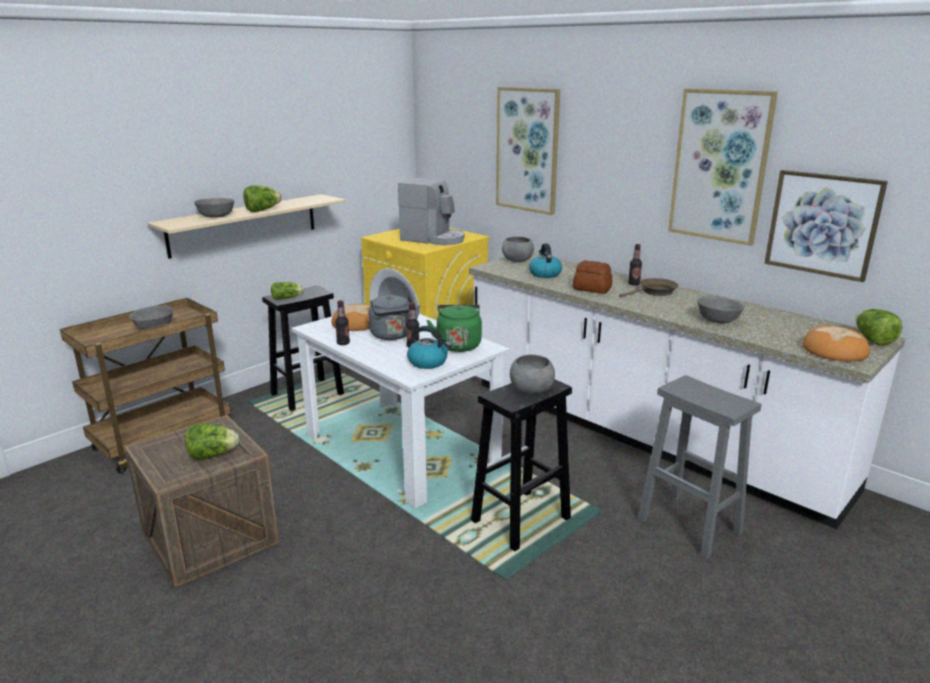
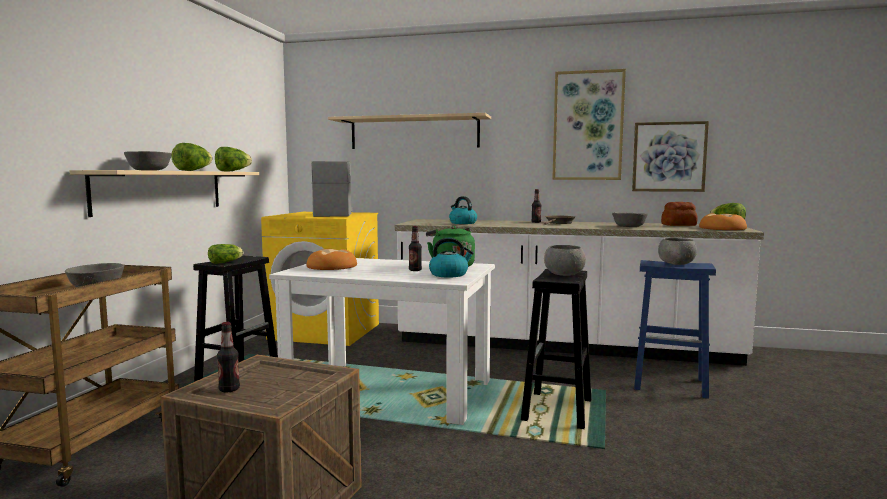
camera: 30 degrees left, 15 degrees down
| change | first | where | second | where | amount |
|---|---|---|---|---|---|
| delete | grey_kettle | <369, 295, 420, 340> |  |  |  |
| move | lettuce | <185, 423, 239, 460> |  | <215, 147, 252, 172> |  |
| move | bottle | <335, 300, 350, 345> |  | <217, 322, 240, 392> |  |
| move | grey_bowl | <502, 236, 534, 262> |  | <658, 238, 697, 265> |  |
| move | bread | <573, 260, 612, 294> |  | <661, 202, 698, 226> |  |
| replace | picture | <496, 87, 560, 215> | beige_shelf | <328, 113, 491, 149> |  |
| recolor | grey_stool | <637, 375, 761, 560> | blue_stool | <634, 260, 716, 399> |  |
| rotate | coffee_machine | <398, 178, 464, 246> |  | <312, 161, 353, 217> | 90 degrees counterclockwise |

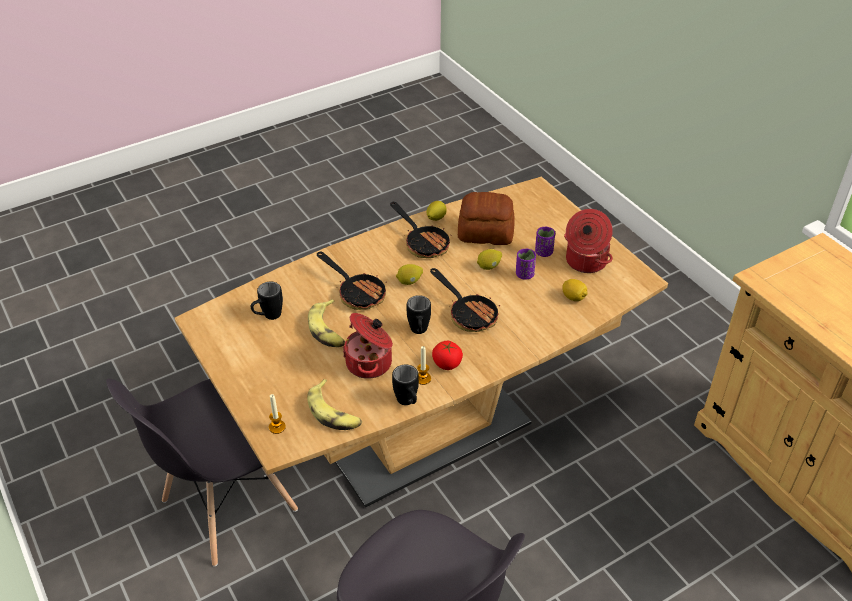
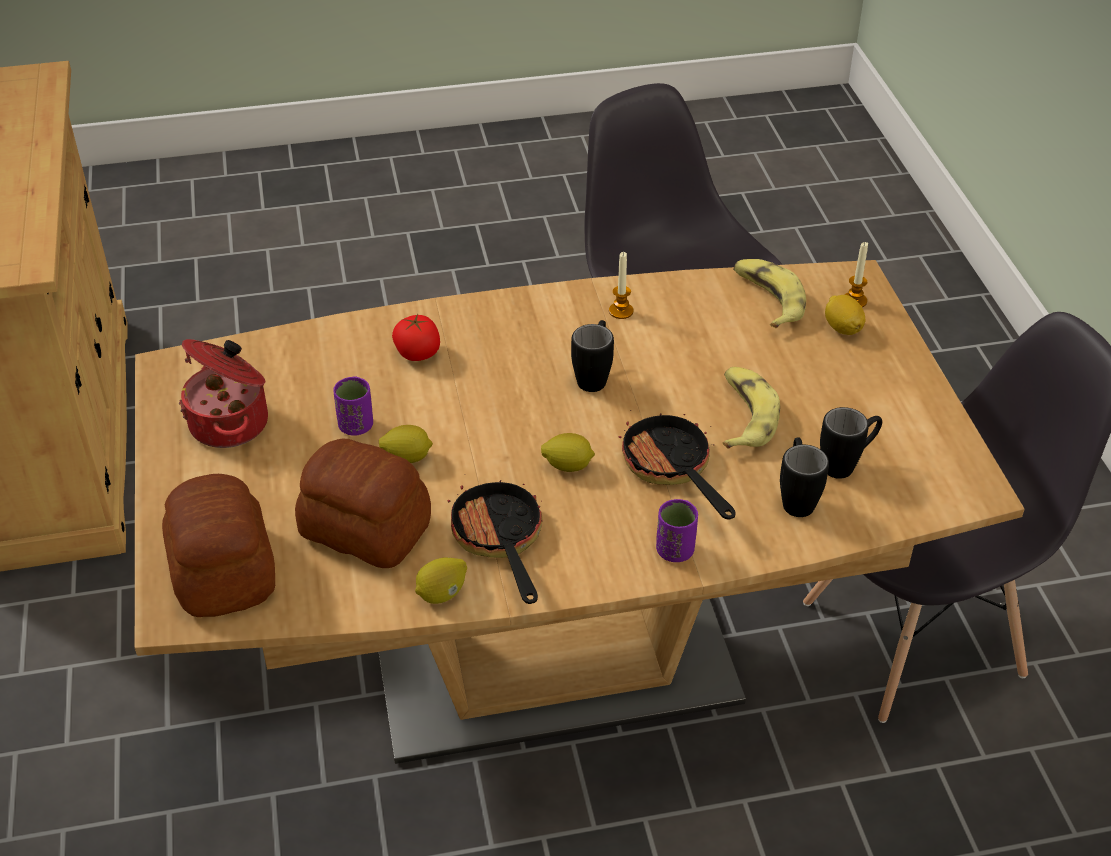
camera: 160 degrees left, 0 degrees up
| change | first | where | second | where | amount |
|---|---|---|---|---|---|
| delete | cooking_pot | <343, 313, 393, 379> |  |  |  |
| delete | frying_pan | <430, 268, 500, 332> |  |  |  |
| insert |  |  | bread | <162, 474, 275, 617> |  |
| move | black_mug | <392, 364, 419, 405> |  | <780, 437, 829, 517> |  |
| move | tomato | <432, 341, 463, 370> |  | <392, 314, 440, 361> |  |
| move | purple_cup | <535, 227, 555, 257> |  | <656, 499, 698, 562> |  |
| move | lemon | <562, 279, 588, 301> |  | <825, 295, 866, 335> |  |

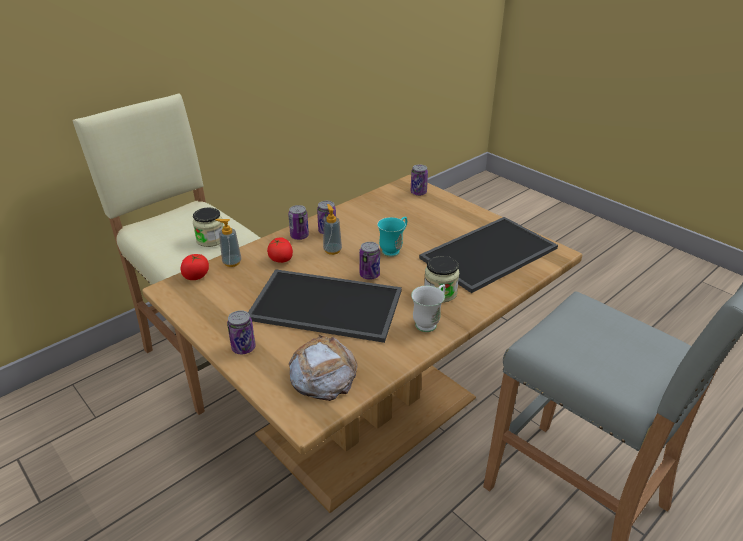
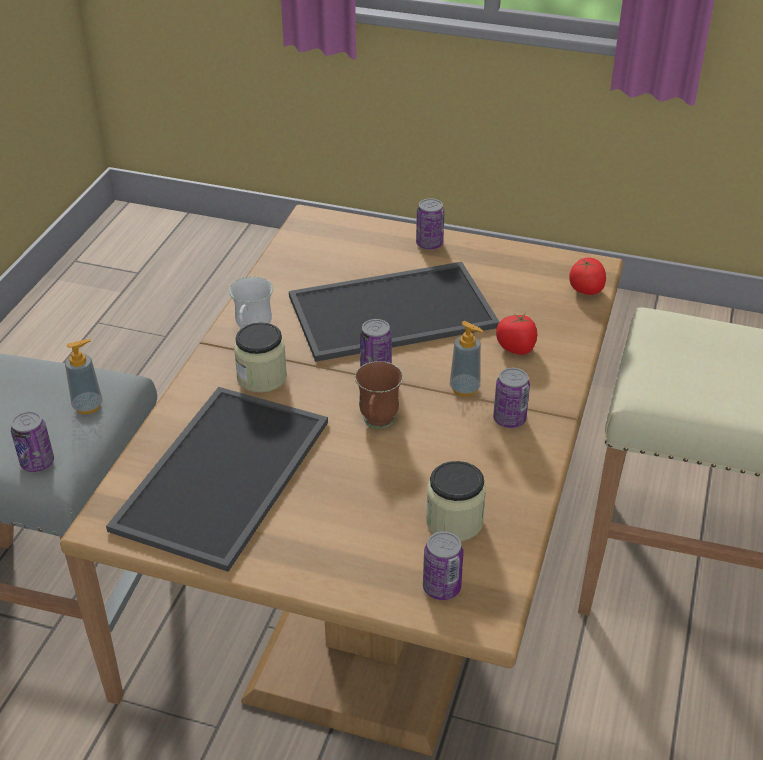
camera: 150 degrees right, 5 degrees up
| change | first | where | second | where | amount |
|---|---|---|---|---|---|
| delete | bread | <289, 334, 358, 401> |  |  |  |
| move | jar | <193, 208, 223, 247> |  | <426, 461, 486, 541> |  |
| move | soap_dispenser | <215, 219, 241, 267> |  | <65, 339, 102, 414> |  |
| move | can | <288, 205, 309, 240> |  | <11, 411, 54, 472> |  |
| recolor | turquoise_mug | <377, 217, 407, 257> | brown_mug | <355, 361, 403, 428> |  |

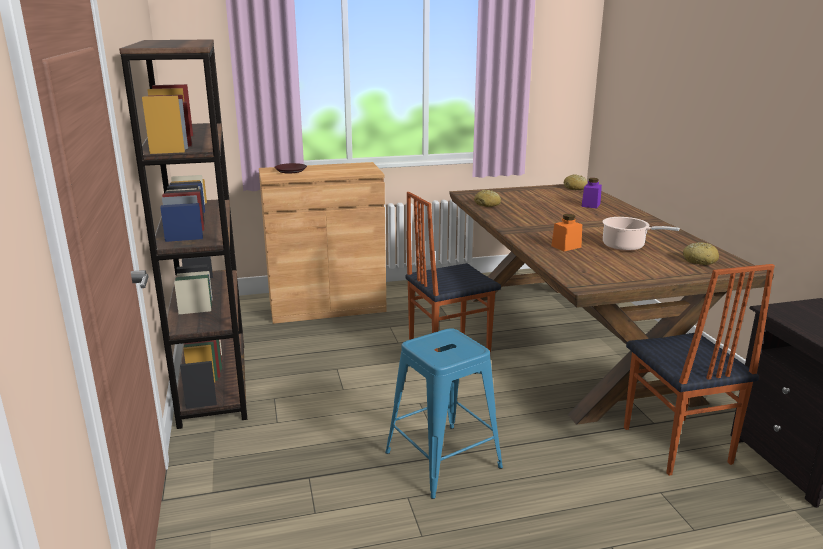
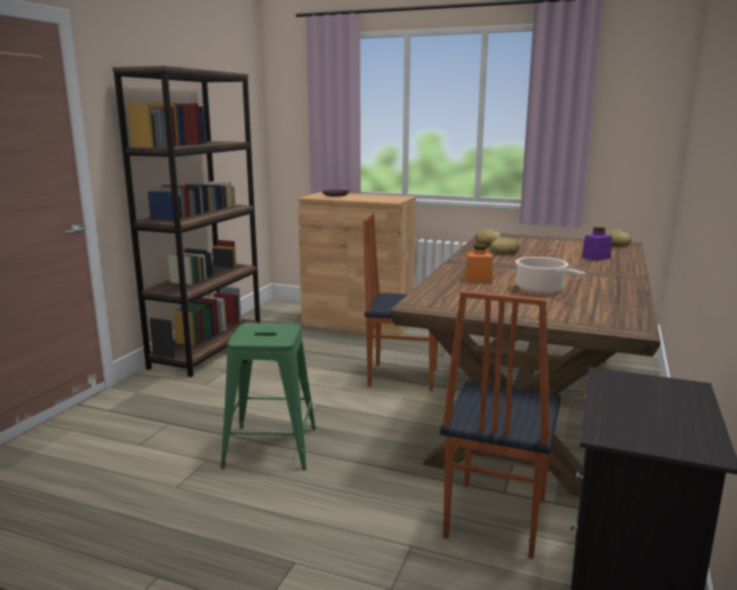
camera: 35 degrees right, 5 degrees down
| change | first | where | second | where | amount |
|---|---|---|---|---|---|
| move | bread | <683, 242, 719, 265> |  | <490, 237, 520, 255> |  |
| recolor | blue_stool | <385, 328, 503, 499> | green_stool | <220, 323, 316, 470> |  |

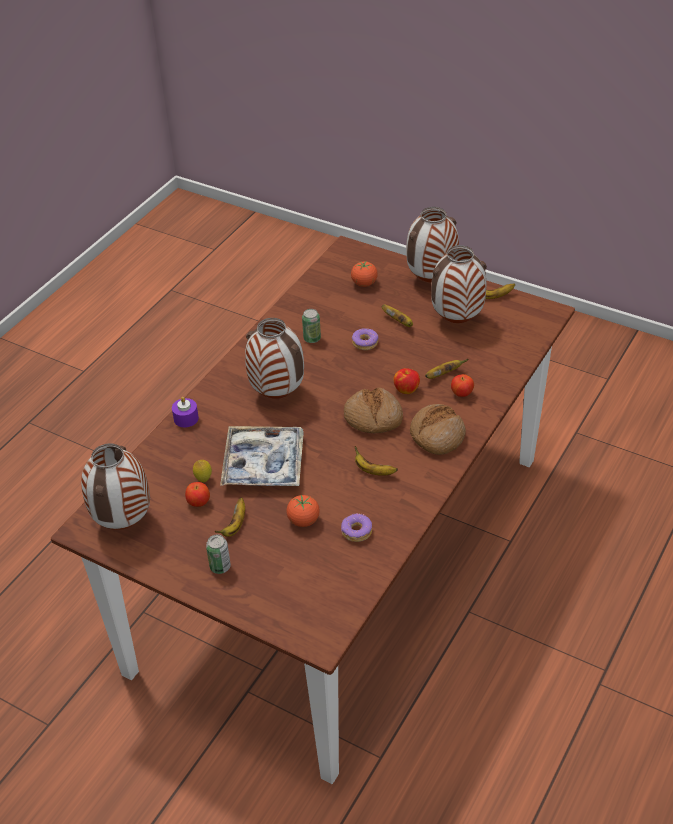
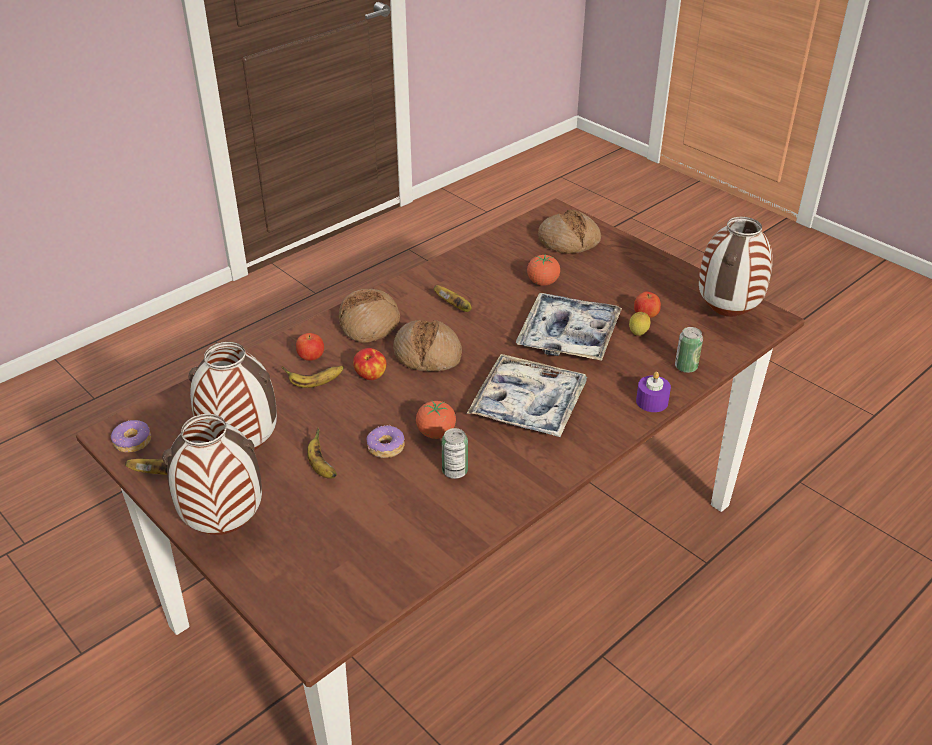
camera: 165 degrees left, 5 degrees down
| change | first | where | second | where | amount |
|---|---|---|---|---|---|
| delete | banana | <215, 498, 245, 537> |  |  |  |
| insert |  |  | bread | <538, 210, 601, 254> |  |
| move | can | <206, 535, 231, 574> |  | <675, 327, 703, 373> |  |
| move | donut | <341, 513, 372, 542> |  | <111, 420, 151, 453> |  |
| move | tomato | <351, 261, 378, 287> |  | <416, 401, 456, 439> |  |
| replace | vase | <245, 318, 304, 399> | tray | <467, 354, 587, 437> |  |

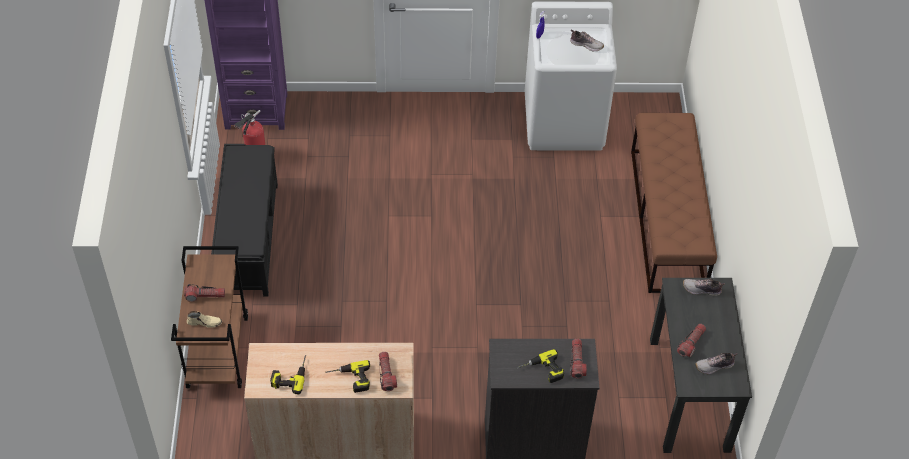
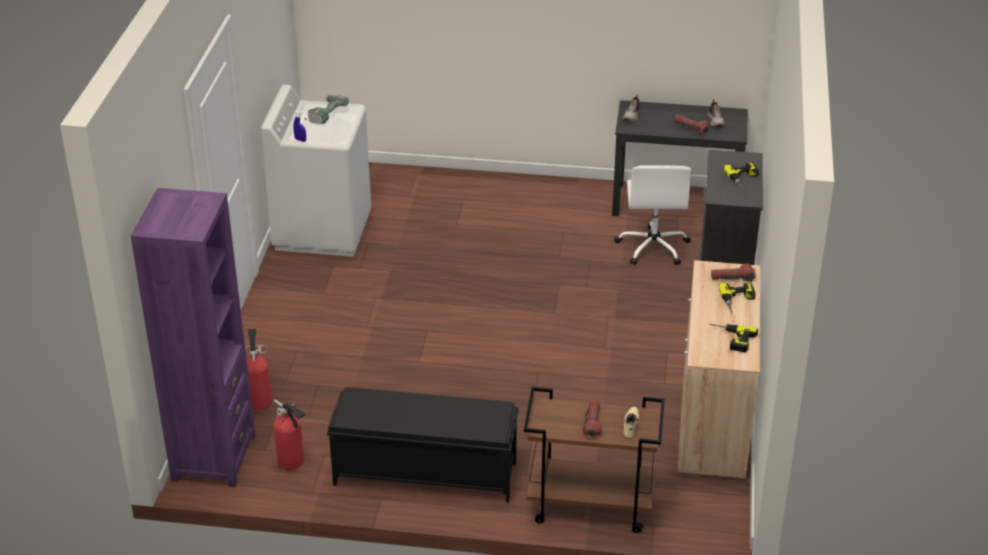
camera: 80 degrees left, 15 degrees down
| change | first | where | second | where | amount |
|---|---|---|---|---|---|
| delete | flashlight | <570, 339, 587, 379> |  |  |  |
| delete | brown_bench | <631, 113, 717, 293> |  |  |  |
| insert |  |  | fire_extinguisher | <245, 328, 272, 411> |  |
| insert |  |  | white_office_chair | <614, 165, 692, 265> |  |
| replace | shoe | <570, 29, 604, 51> | power_drill | <304, 95, 349, 124> |  |

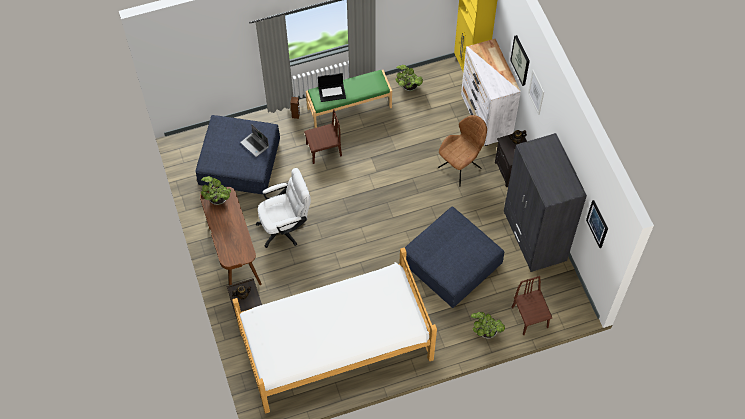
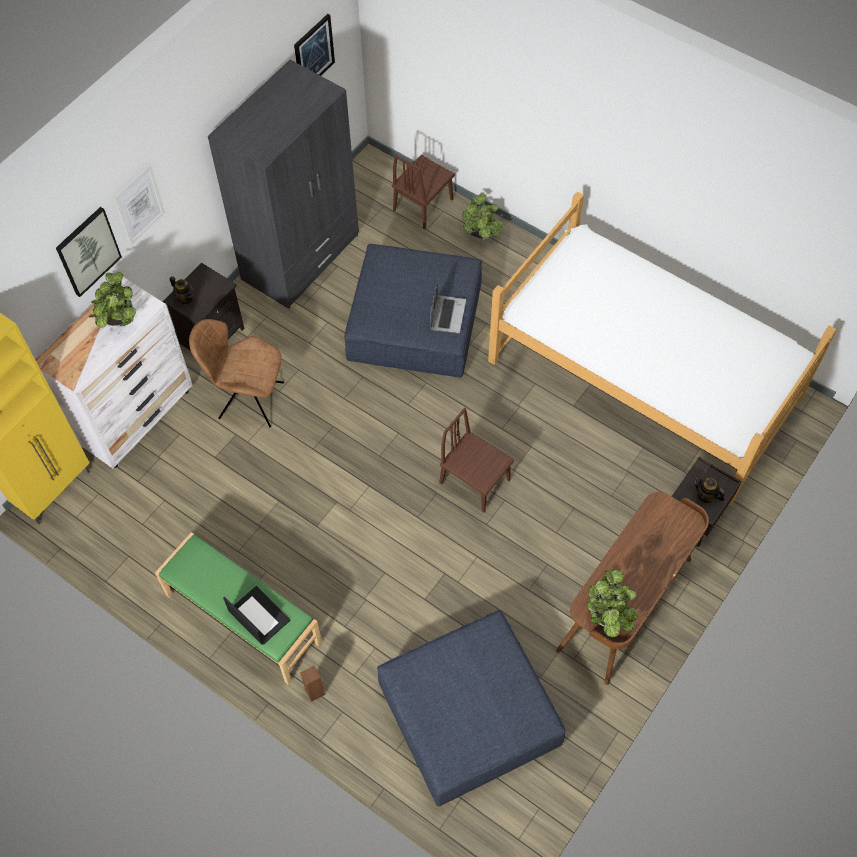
camera: 125 degrees left, 0 degrees up
| change | first | where | second | where | amount |
|---|---|---|---|---|---|
| delete | white_office_chair | <256, 168, 311, 248> |  |  |  |
| move | laptop | <240, 124, 269, 157> |  | <430, 280, 466, 334> |  |
| move | brown_chair | <304, 109, 342, 164> |  | <439, 408, 514, 512> |  |
| move | potted_plant | <395, 65, 423, 91> |  | <89, 272, 136, 328> |  |

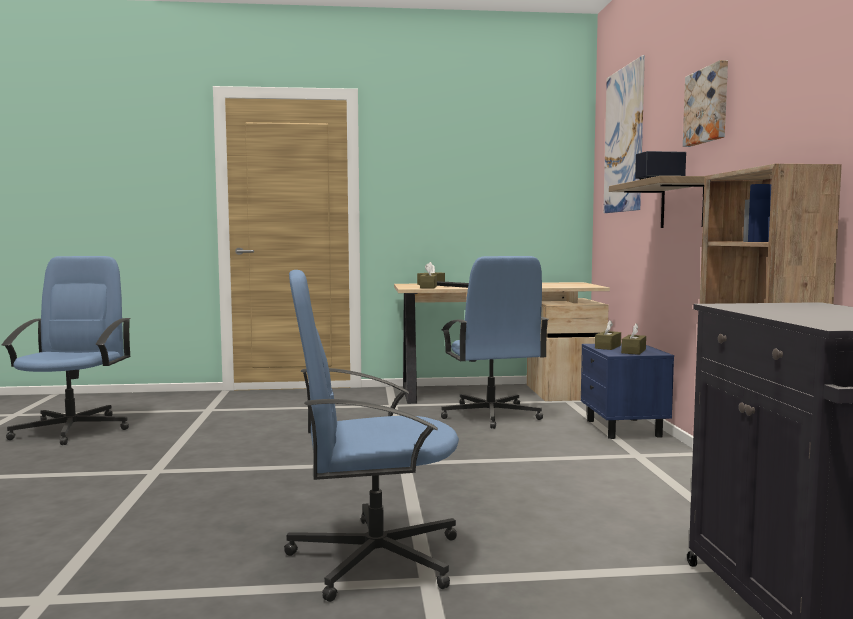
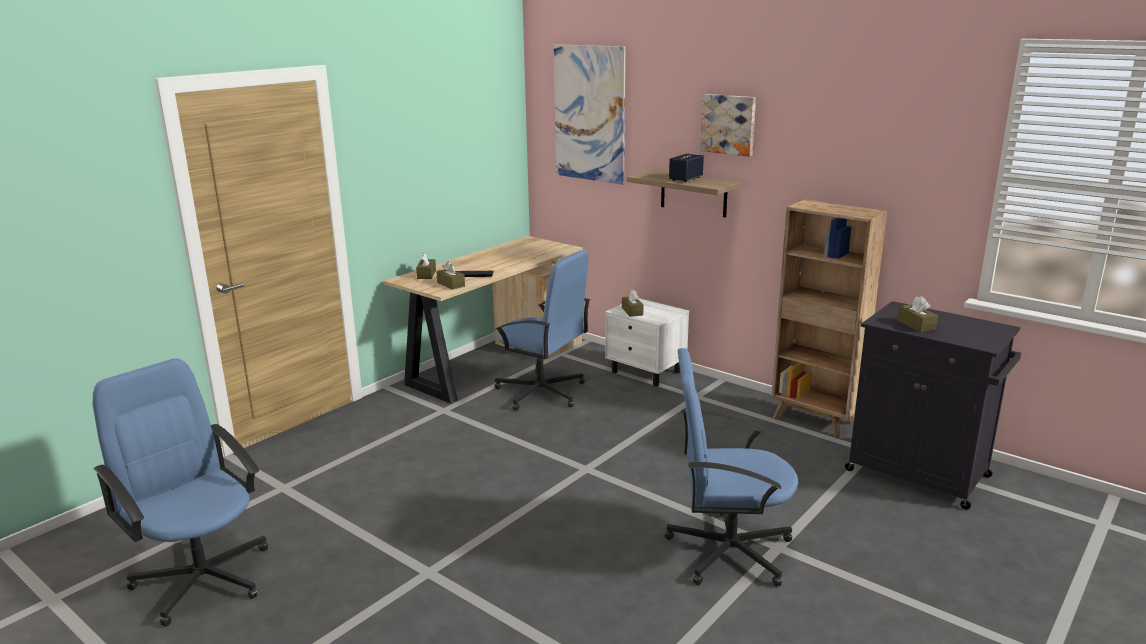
camera: 45 degrees left, 15 degrees up
| change | first | where | second | where | amount |
|---|---|---|---|---|---|
| move | brown_tissue_box | <621, 324, 646, 355> |  | <897, 296, 938, 332> |  |
| recolor | blue_nightstand | <581, 343, 674, 439> | white_nightstand | <605, 298, 689, 386> |  |
| rotate | blue_office_chair | <284, 270, 459, 602> |  | <664, 348, 798, 586> | 60 degrees clockwise |

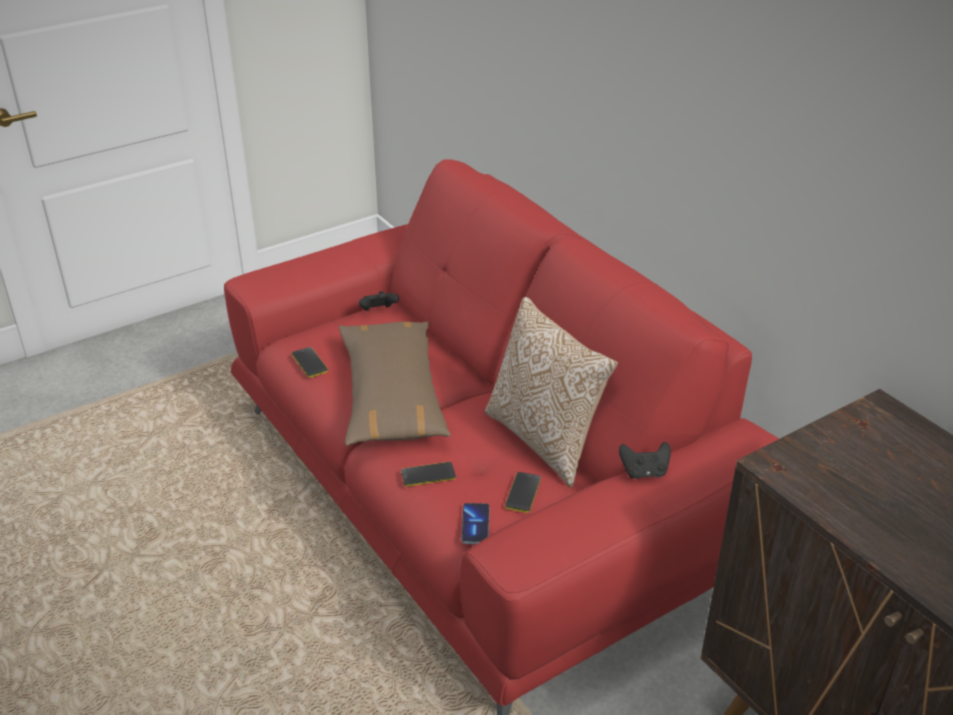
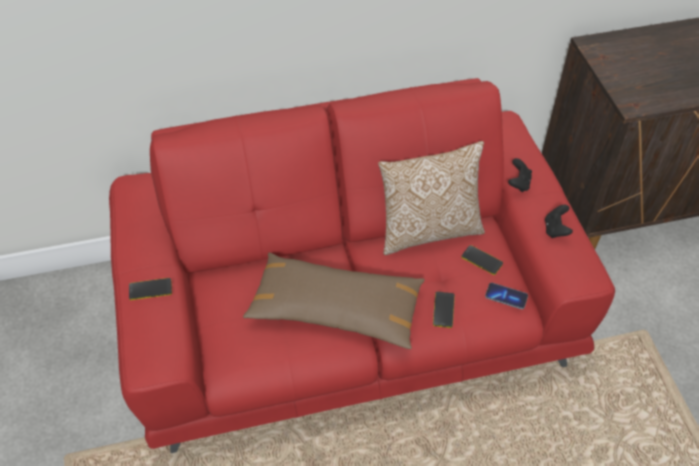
camera: 70 degrees left, 15 degrees up
| change | first | where | second | where | amount |
|---|---|---|---|---|---|
| move | phone | <292, 347, 328, 378> |  | <129, 278, 172, 300> |  |
| move | black_game_controller | <359, 291, 399, 311> |  | <545, 205, 573, 238> |  |

